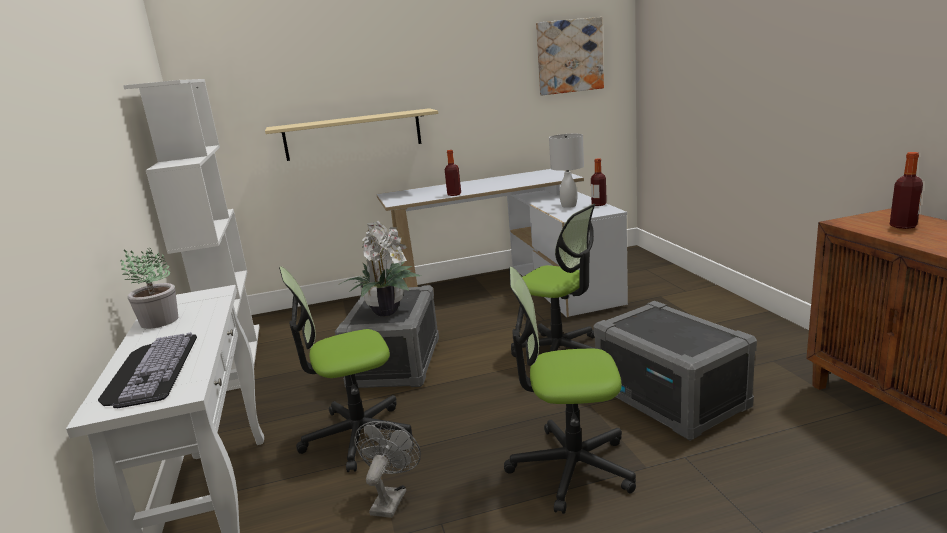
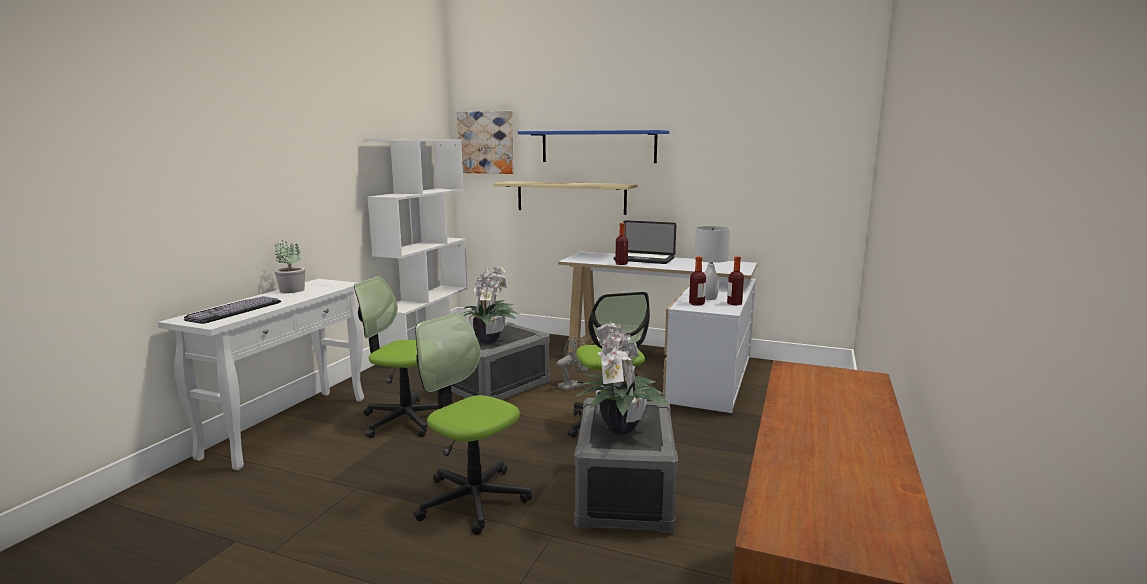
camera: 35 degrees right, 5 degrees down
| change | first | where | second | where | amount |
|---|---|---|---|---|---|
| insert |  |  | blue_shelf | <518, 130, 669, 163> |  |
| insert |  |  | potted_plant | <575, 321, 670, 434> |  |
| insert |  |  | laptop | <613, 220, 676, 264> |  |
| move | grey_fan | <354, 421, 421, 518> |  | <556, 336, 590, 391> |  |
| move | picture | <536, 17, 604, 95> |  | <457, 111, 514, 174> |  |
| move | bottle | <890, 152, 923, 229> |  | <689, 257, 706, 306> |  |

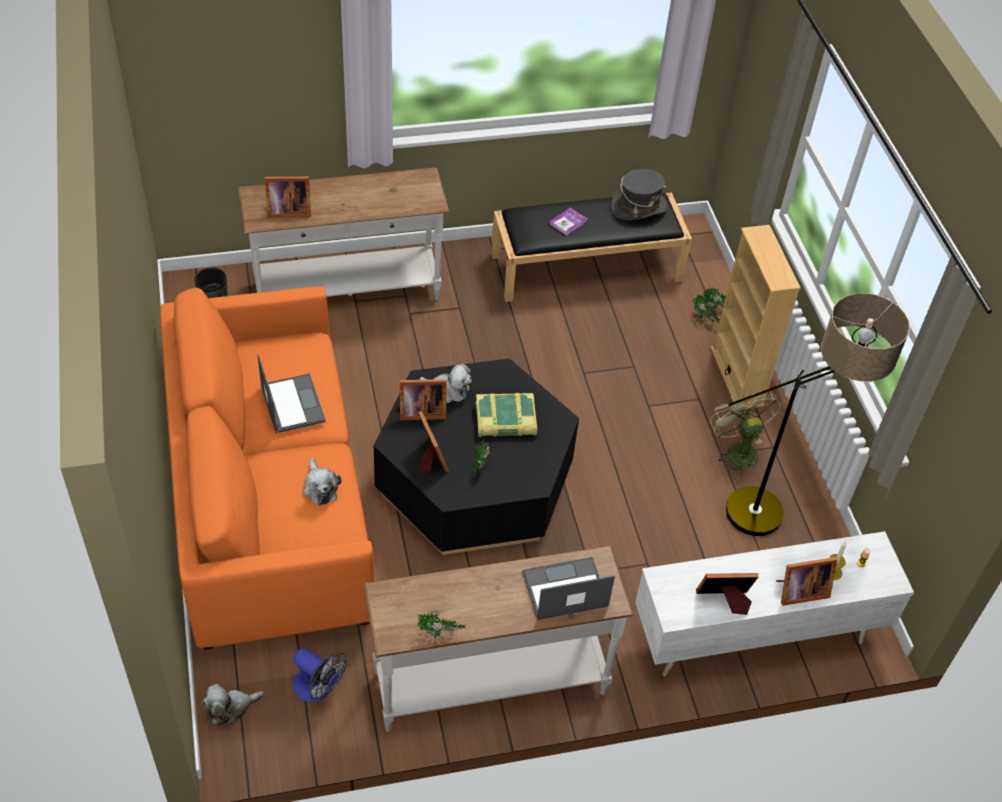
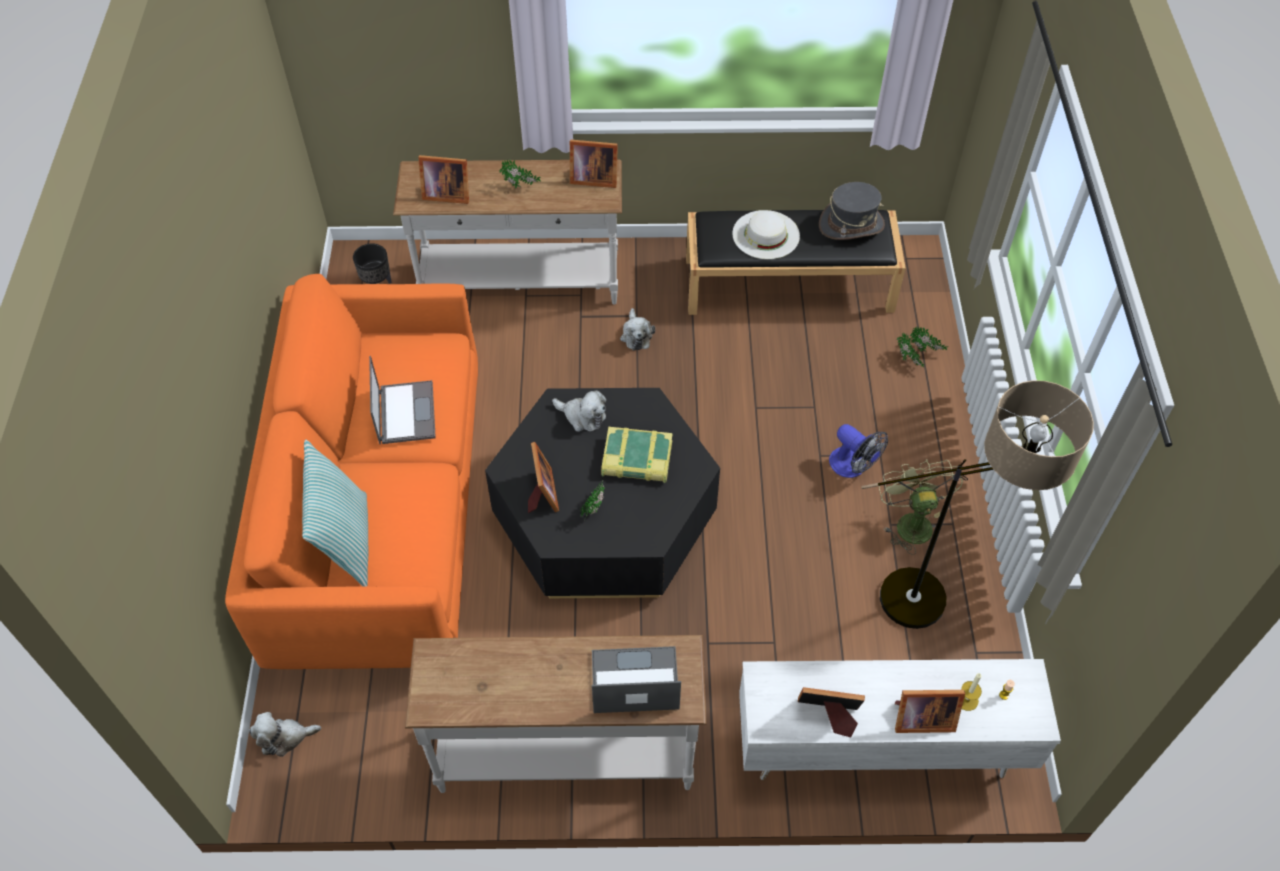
camera: 15 degrees right, 5 degrees up
| change | first | where | second | where | amount |
|---|---|---|---|---|---|
| delete | beige_bookcase | <711, 225, 801, 409> |  |  |  |
| insert |  |  | pillow | <302, 440, 368, 586> |  |
| move | fan | <293, 648, 347, 702> |  | <829, 424, 888, 478> |  |
| move | plush_toy | <303, 458, 341, 505> |  | <620, 308, 655, 351> |  |
| move | picture_frame | <400, 379, 447, 420> |  | <570, 139, 618, 188> |  |
| move | potted_plant | <417, 612, 465, 638> |  | <499, 160, 541, 188> |  |
| replace | book | <549, 207, 587, 236> | white_hat | <732, 210, 800, 259> |  |

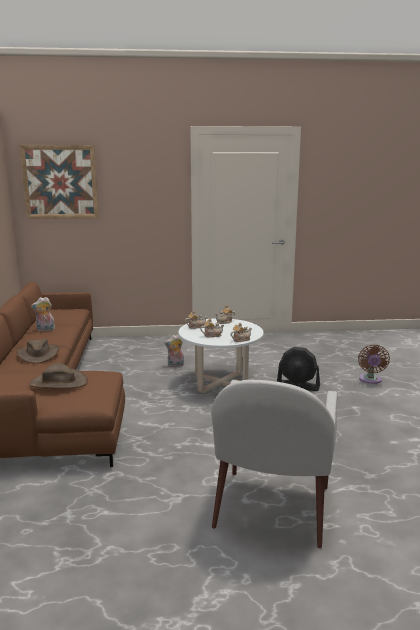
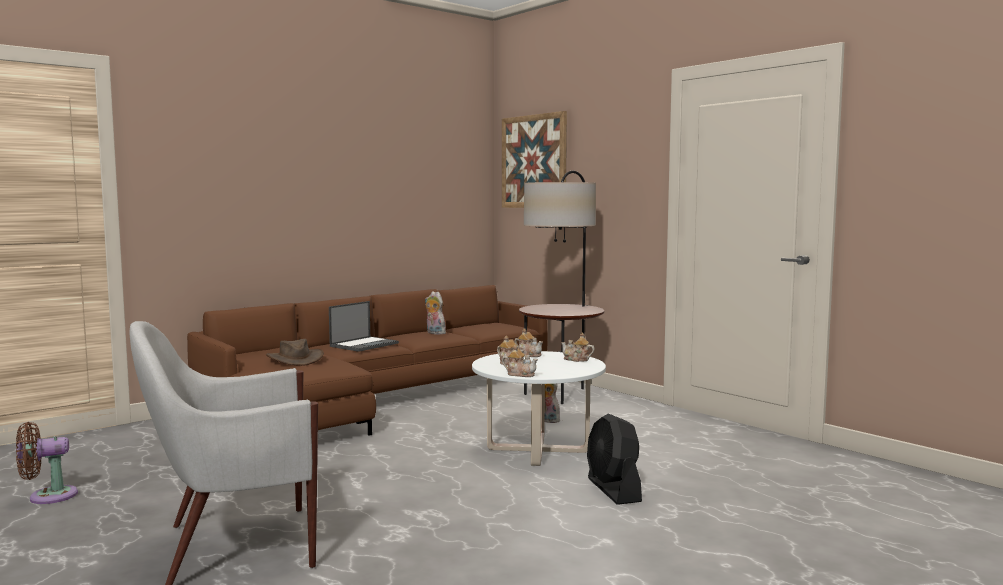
camera: 55 degrees right, 10 degrees down
| change | first | where | second | where | amount |
|---|---|---|---|---|---|
| insert |  |  | floor_lamp | <519, 170, 604, 404> |  |
| move | brown_fan | <358, 345, 390, 384> |  | <16, 422, 78, 504> |  |
| replace | brown_hat | <16, 339, 59, 364> | laptop | <329, 301, 399, 352> |  |

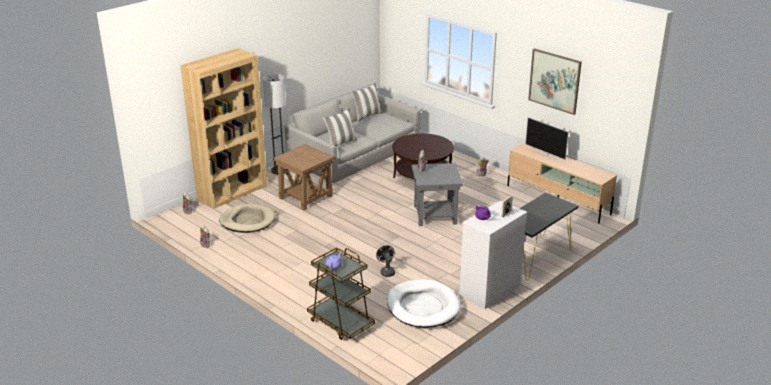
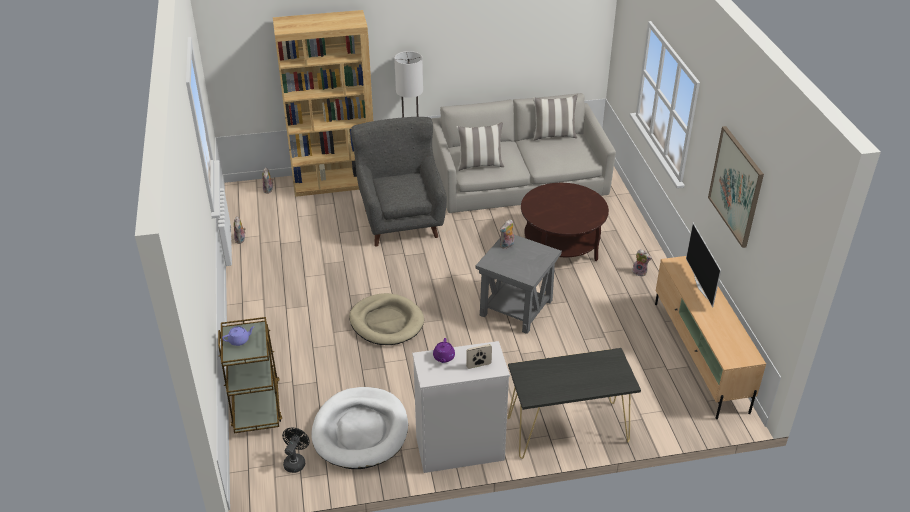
camera: 35 degrees right, 10 degrees up
| change | first | where | second | where | amount |
|---|---|---|---|---|---|
| move | beige_dog_bed | <219, 204, 275, 233> |  | <349, 293, 424, 345> |  |
| move | black_fan | <376, 245, 395, 277> |  | <282, 427, 310, 473> |  |
| replace | brown_side_table | <273, 144, 335, 210> | grey_armchair | <351, 117, 447, 246> |  |

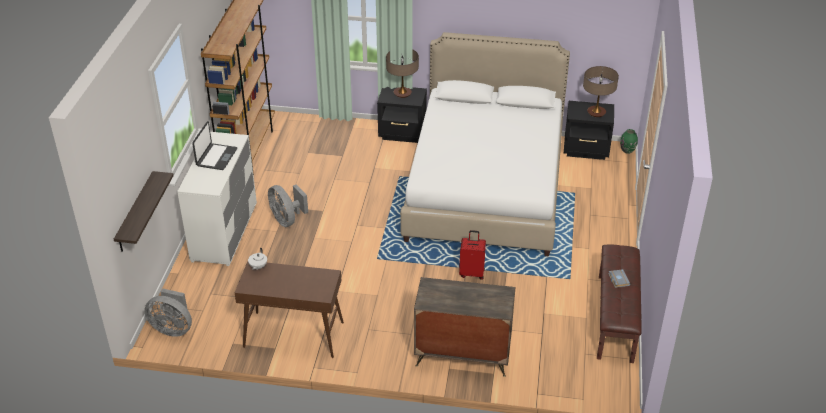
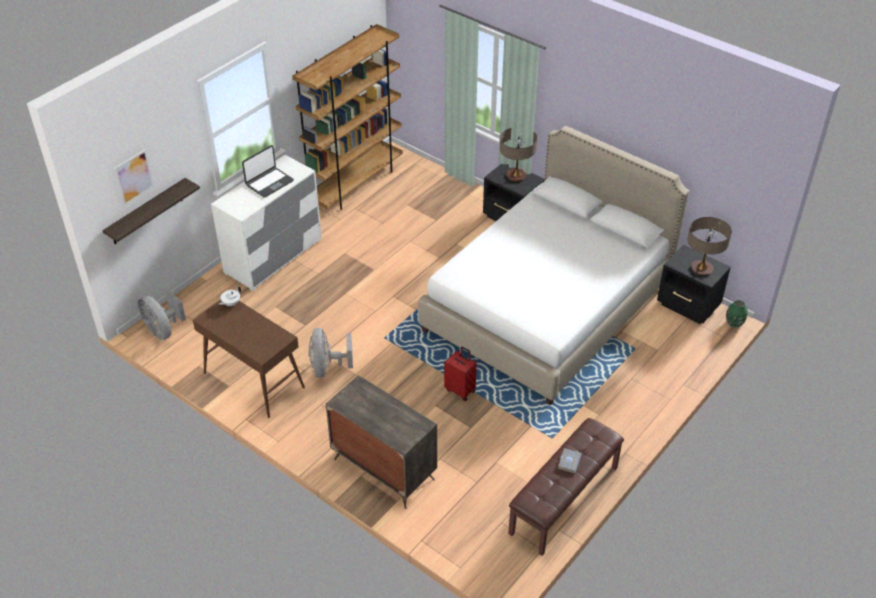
camera: 30 degrees right, 5 degrees up
| change | first | where | second | where | amount |
|---|---|---|---|---|---|
| insert |  |  | picture | <114, 149, 154, 206> |  |
| move | grey_fan | <268, 184, 308, 227> |  | <308, 328, 353, 378> |  |

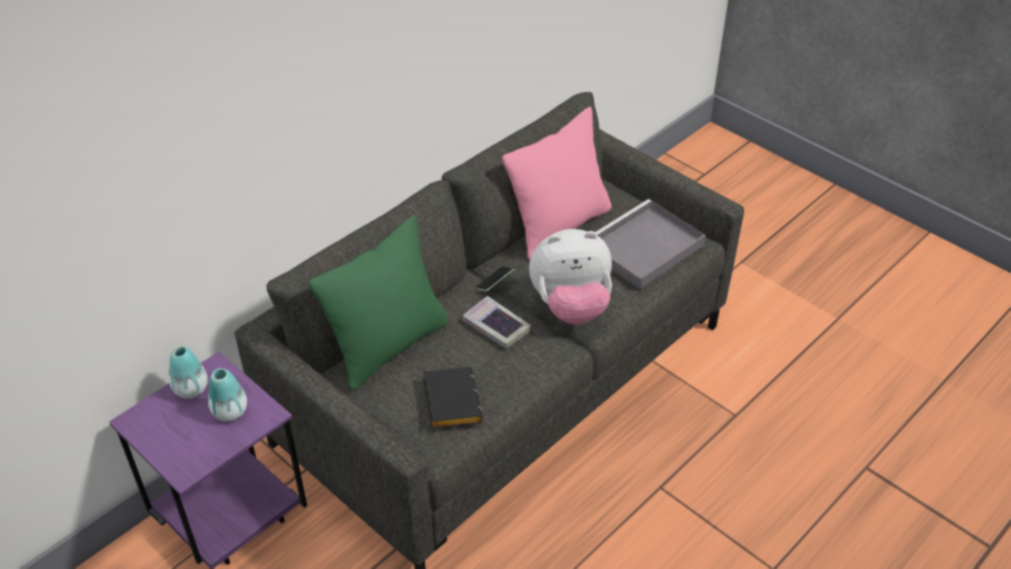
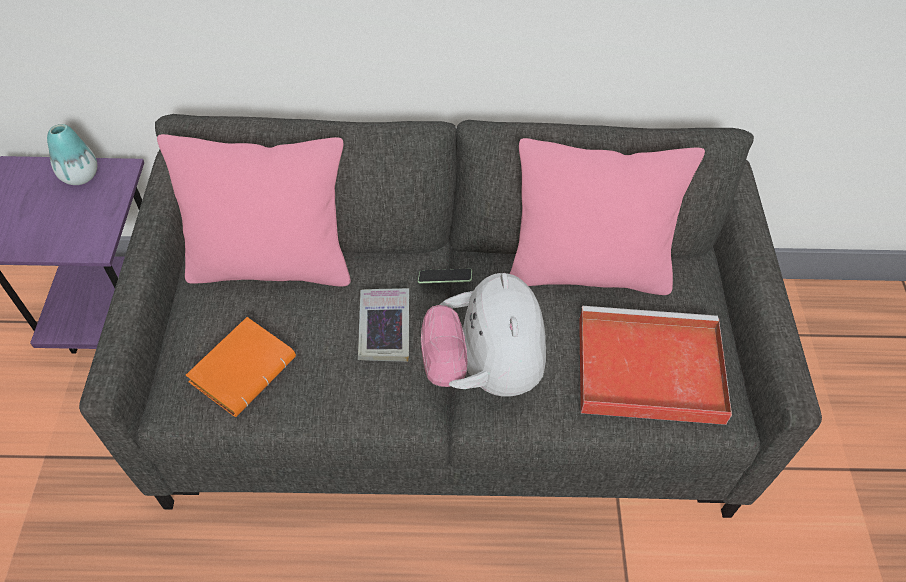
camera: 45 degrees right, 10 degrees up
| change | first | where | second | where | amount |
|---|---|---|---|---|---|
| delete | vase | <208, 368, 247, 421> |  |  |  |
| recolor | green_pillow | <309, 215, 448, 390> | pink_pillow | <157, 134, 351, 286> |  |
| recolor | black_book | <423, 367, 483, 429> | orange_book | <186, 317, 296, 417> |  |
| recolor | grey_tray | <595, 199, 706, 289> | red_tray | <579, 306, 732, 425> |  |
| rotate | plush_toy | <529, 229, 612, 325> |  | <421, 273, 546, 397> | 45 degrees clockwise |

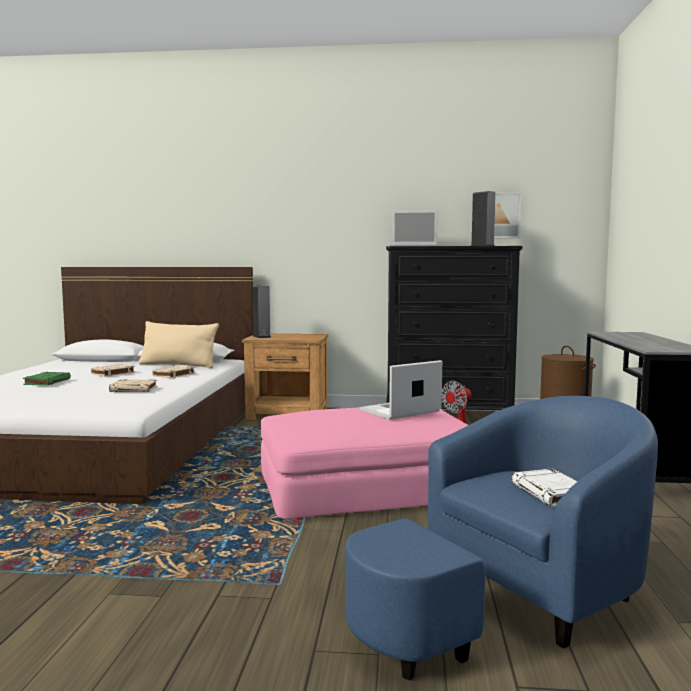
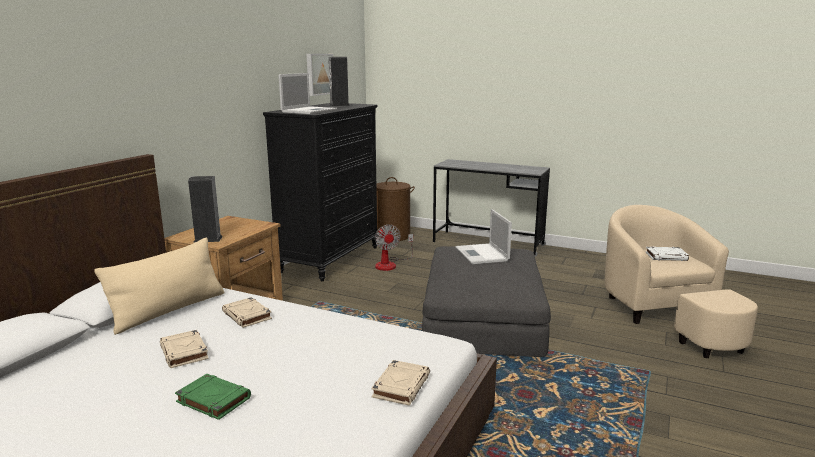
camera: 70 degrees left, 10 degrees up
| change | first | where | second | where | amount |
|---|---|---|---|---|---|
| move | beige_book | <109, 379, 158, 392> |  | <371, 360, 430, 405> |  |
| recolor | pink_ottoman | <261, 407, 468, 519> | grey_ottoman | <422, 246, 551, 357> |  |
| recolor | blue_armchair | <345, 396, 658, 681> | beige_armchair | <604, 205, 758, 358> |  |

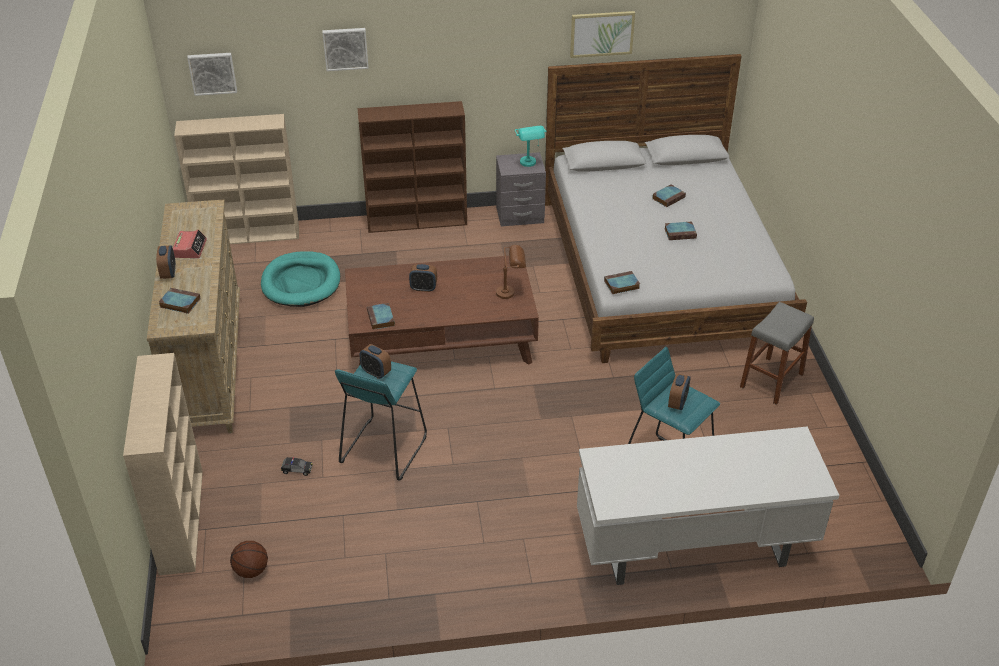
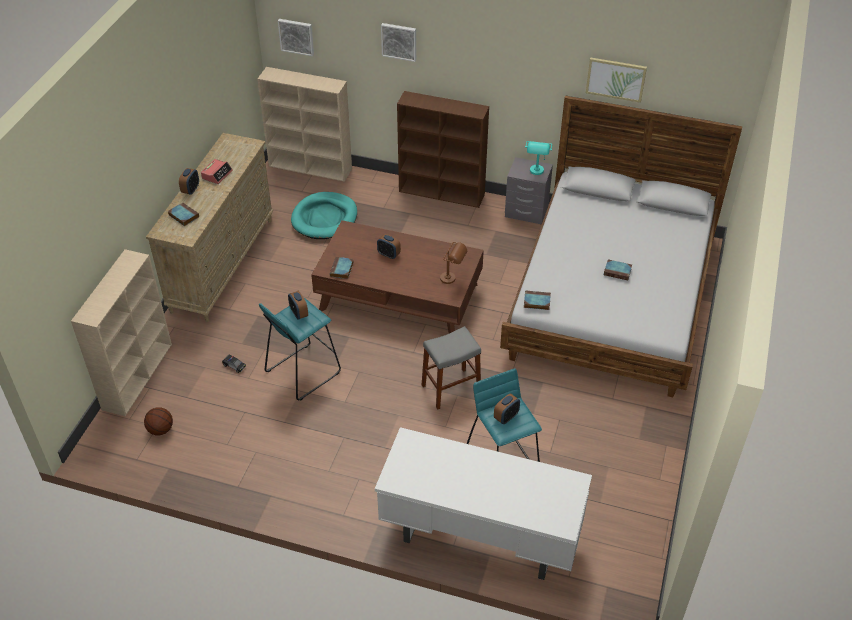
camera: 25 degrees right, 5 degrees up
| change | first | where | second | where | amount |
|---|---|---|---|---|---|
| delete | book | <652, 184, 686, 207> |  |  |  |
| move | grey_stool | <740, 302, 814, 405> |  | <422, 326, 481, 410> |  |

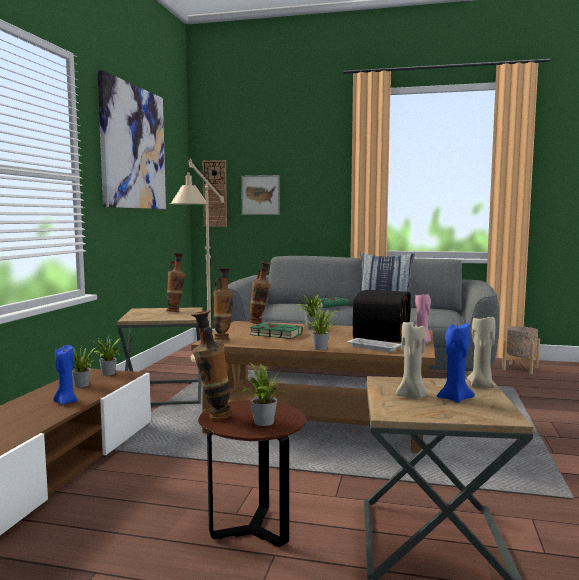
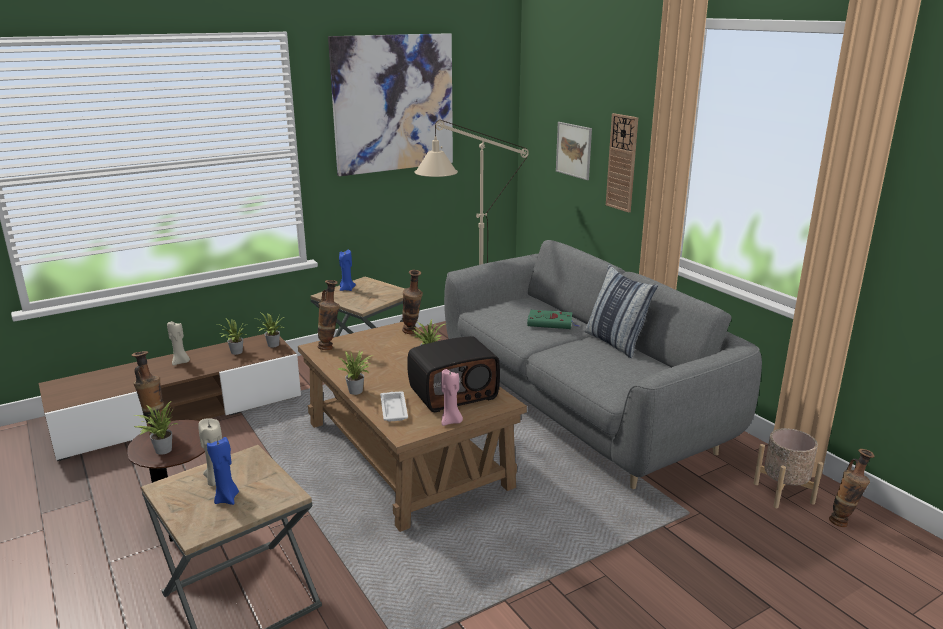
camera: 45 degrees right, 15 degrees up
| change | first | where | second | where | amount |
|---|---|---|---|---|---|
| delete | green_book | <250, 323, 303, 339> |  |  |  |
| move | blue_candle | <53, 345, 77, 405> |  | <339, 250, 356, 291> |  |
| move | vase | <166, 253, 186, 312> |  | <829, 449, 875, 527> |  |
| move | wall_clock | <202, 160, 227, 227> |  | <606, 113, 638, 213> |  |
| move | beige_candle | <467, 317, 495, 388> |  | <167, 321, 190, 366> |  |

